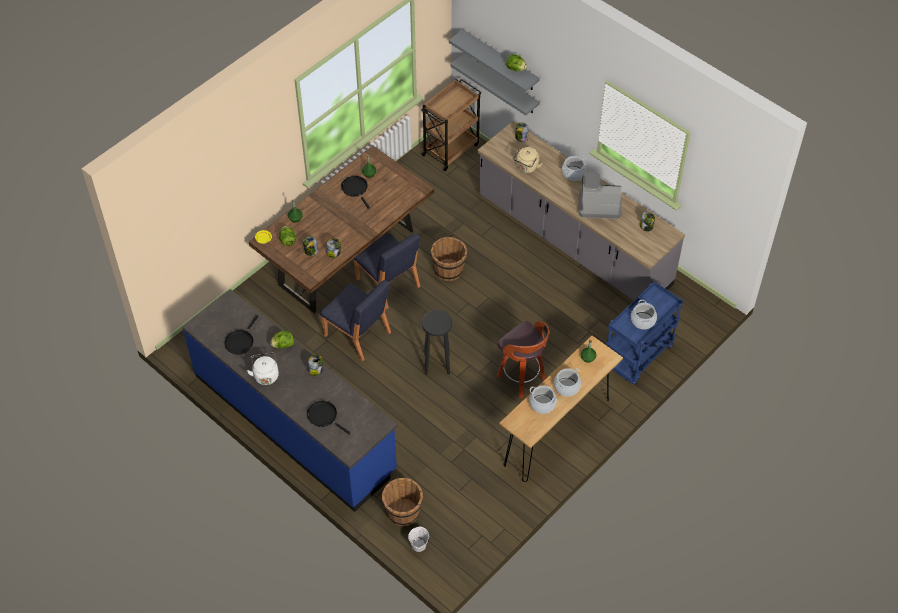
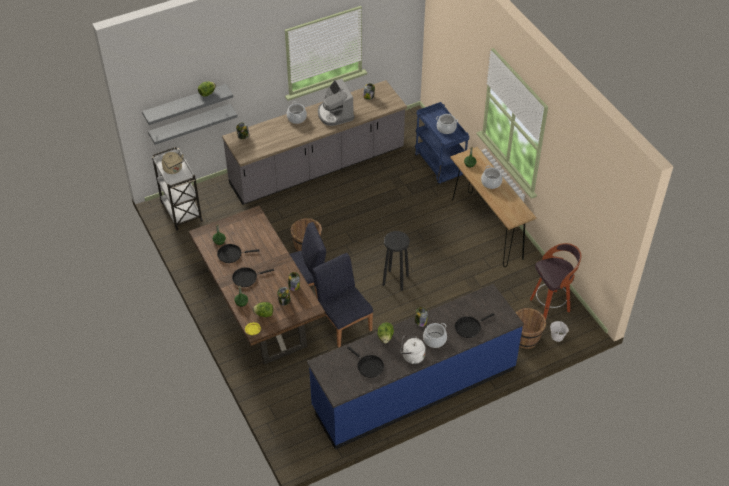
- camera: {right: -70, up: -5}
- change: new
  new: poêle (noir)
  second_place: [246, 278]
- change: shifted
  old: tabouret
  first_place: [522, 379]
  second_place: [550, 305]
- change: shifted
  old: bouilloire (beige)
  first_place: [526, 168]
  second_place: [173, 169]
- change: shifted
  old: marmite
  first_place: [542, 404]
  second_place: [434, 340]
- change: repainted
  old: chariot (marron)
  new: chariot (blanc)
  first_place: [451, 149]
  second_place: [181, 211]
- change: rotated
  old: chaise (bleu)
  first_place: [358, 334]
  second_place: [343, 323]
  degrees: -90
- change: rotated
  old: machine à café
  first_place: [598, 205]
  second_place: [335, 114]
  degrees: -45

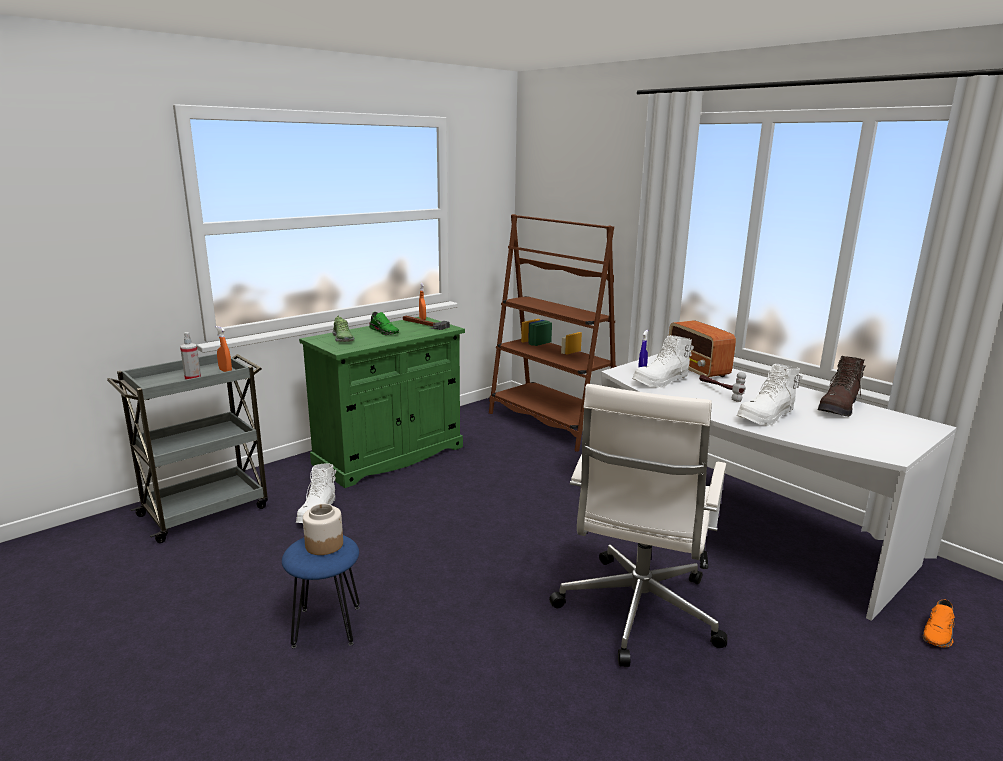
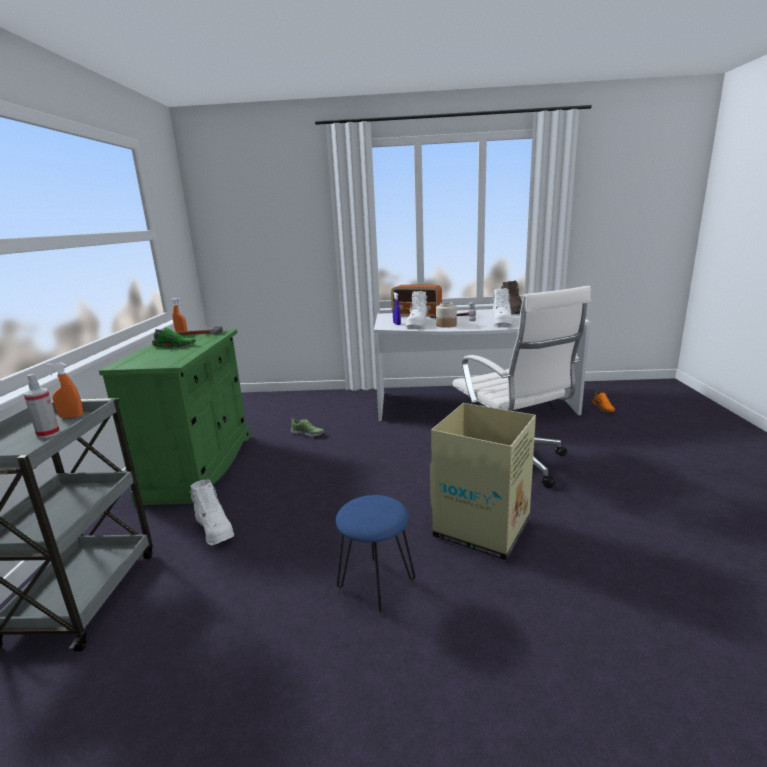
- camera: {right: -45, up: 0}
- change: gone
  old: bibliothèque (marron)
  first_place: [550, 423]
- change: new
  new: carton
  second_place: [483, 527]
- change: shifted
  old: bocal
  first_place: [324, 544]
  second_place: [446, 325]
- change: shifted
  old: chaussure
  first_place: [342, 338]
  second_place: [308, 434]

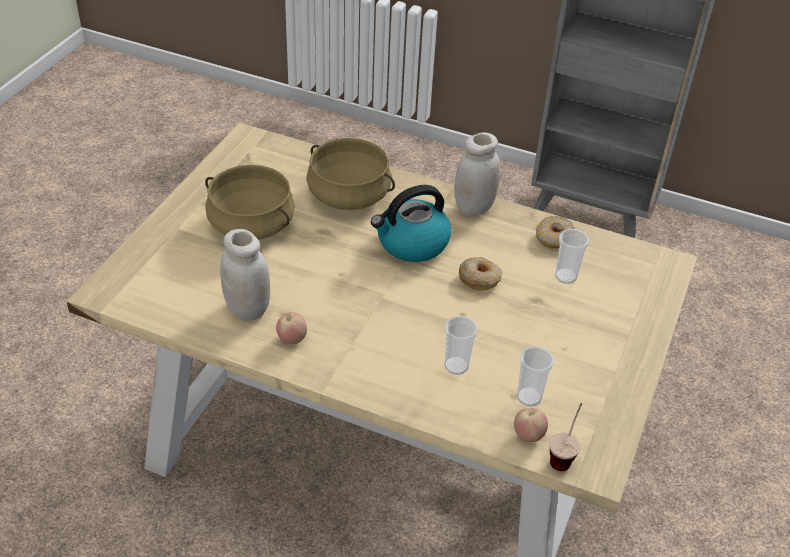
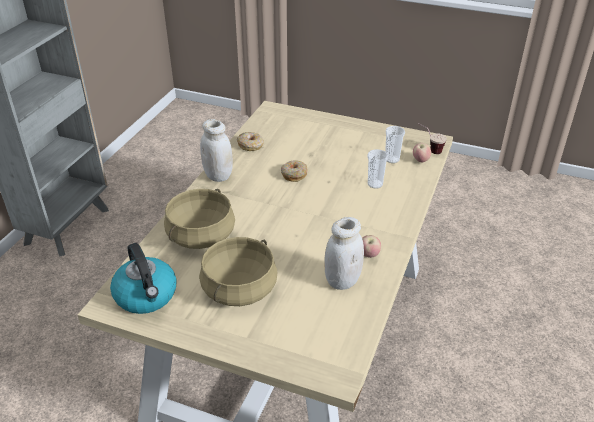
- camera: {right: -90, up: -5}
- change: gone
  old: tasse
  first_place: [566, 276]
- change: shifted
  old: bouilloire
  first_place: [412, 243]
  second_place: [146, 296]

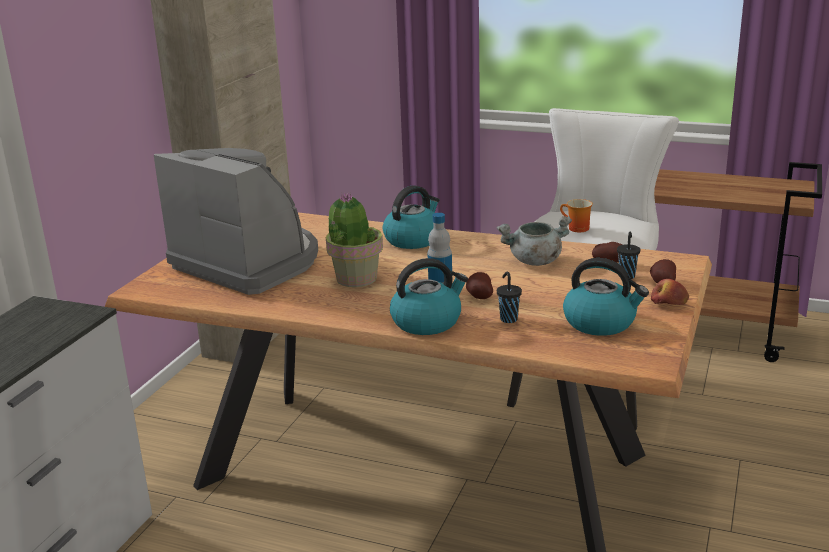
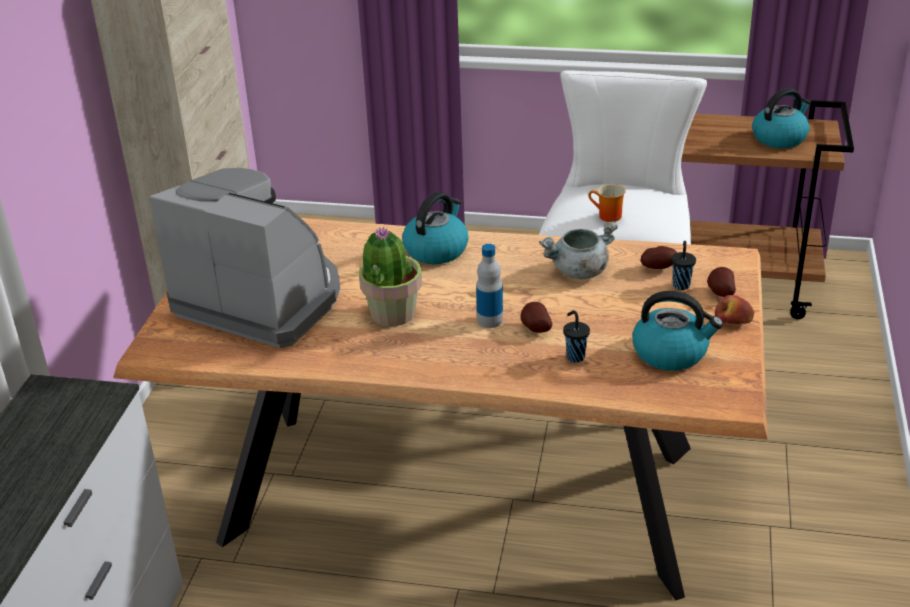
- camera: {right: -10, up: 10}
- change: shifted
  old: bouilloire
  first_place: [427, 321]
  second_place: [779, 138]

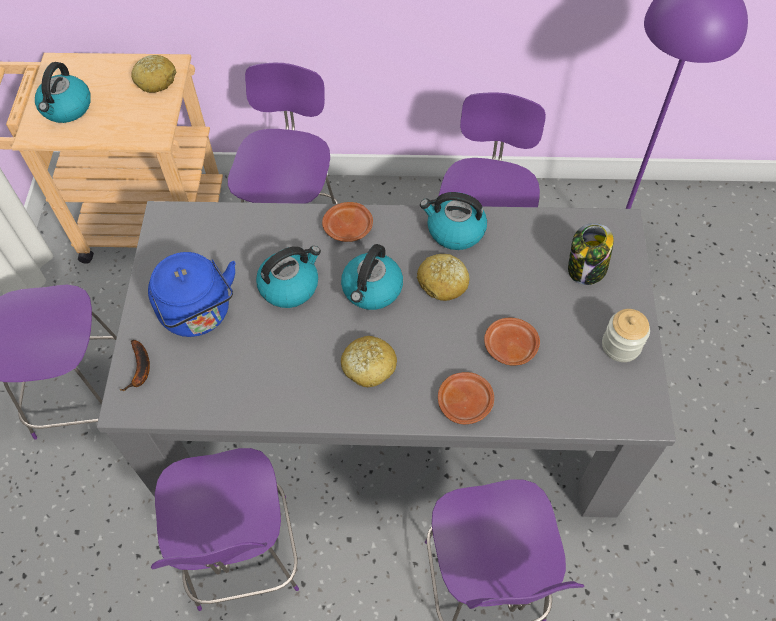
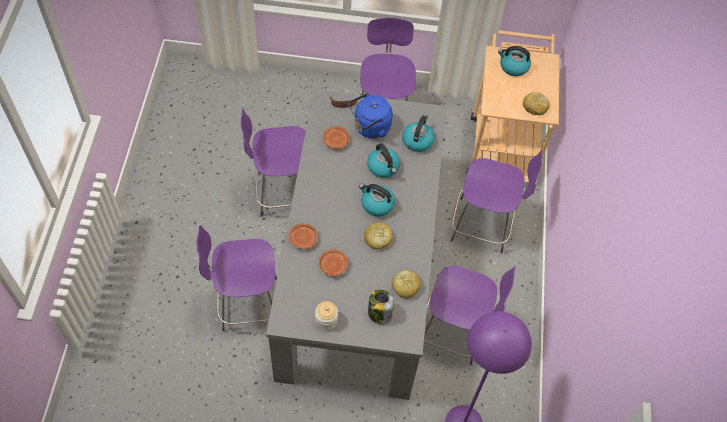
- camera: {right: 90, up: 0}
- change: shifted
  old: assiette (marron)
  first_place: [349, 227]
  second_place: [336, 141]
- change: shifted
  old: pain
  first_place: [368, 366]
  second_place: [406, 286]
- change: shifted
  old: bouilloire
  first_place: [454, 230]
  second_place: [417, 140]

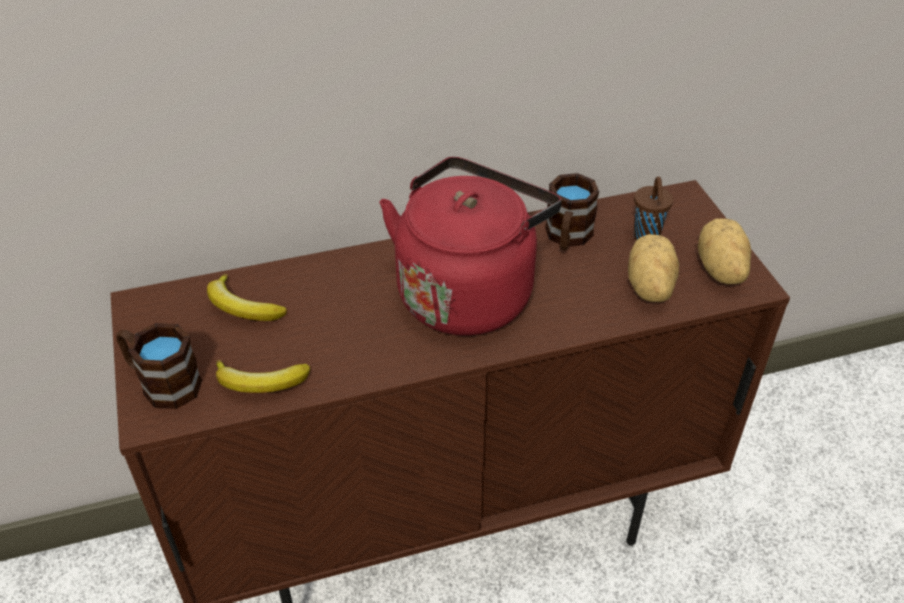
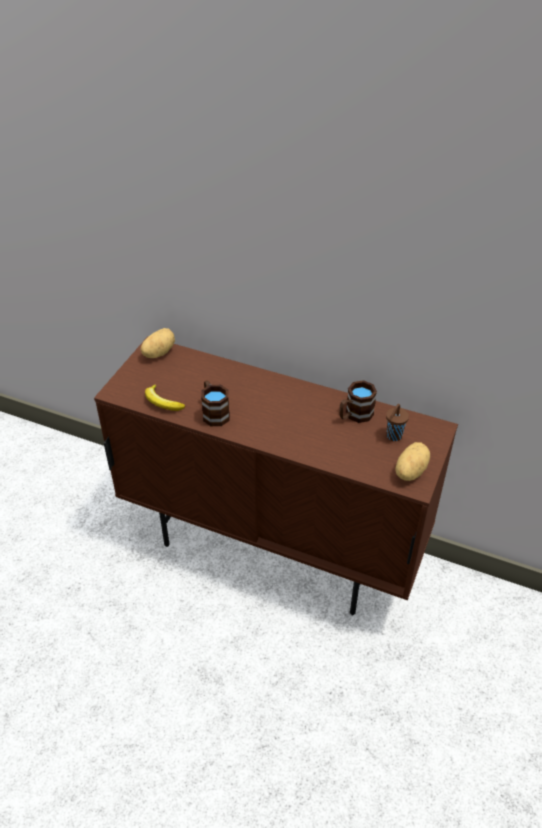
- camera: {right: 40, up: 0}
- change: gone
  old: banane
  first_place: [242, 307]
- change: gone
  old: bouilloire (rouge)
  first_place: [468, 292]
- change: shifted
  old: mug (marron)
  first_place: [162, 383]
  second_place: [214, 412]
- change: shifted
  old: pomme de terre
  first_place: [648, 287]
  second_place: [158, 352]

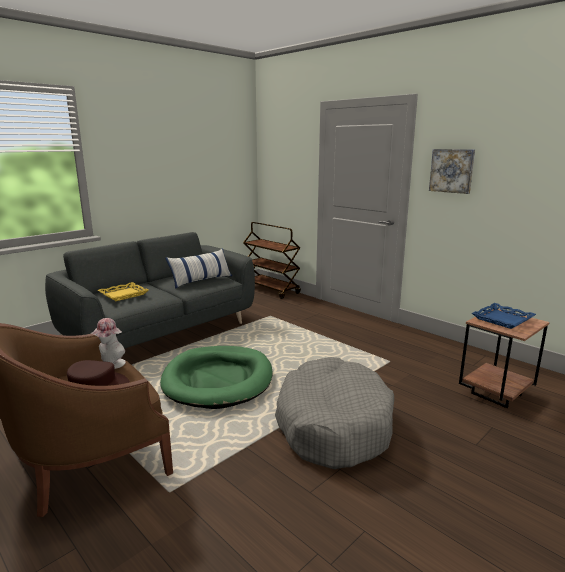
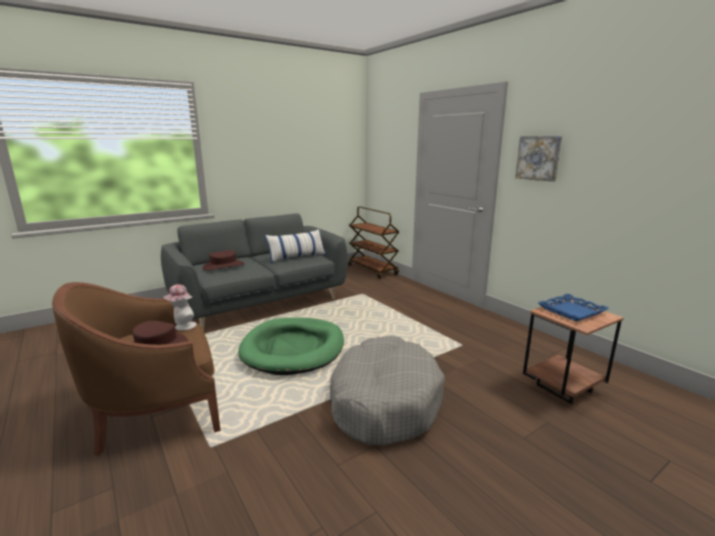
- camera: {right: 10, up: 0}
- change: swapped
  old: plateau (jaune)
  new: chapeau (marron)
  first_place: [123, 295]
  second_place: [223, 266]

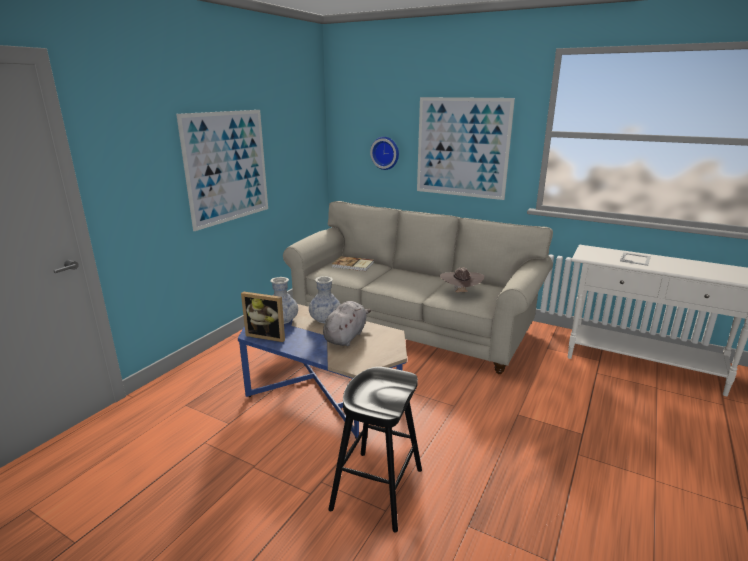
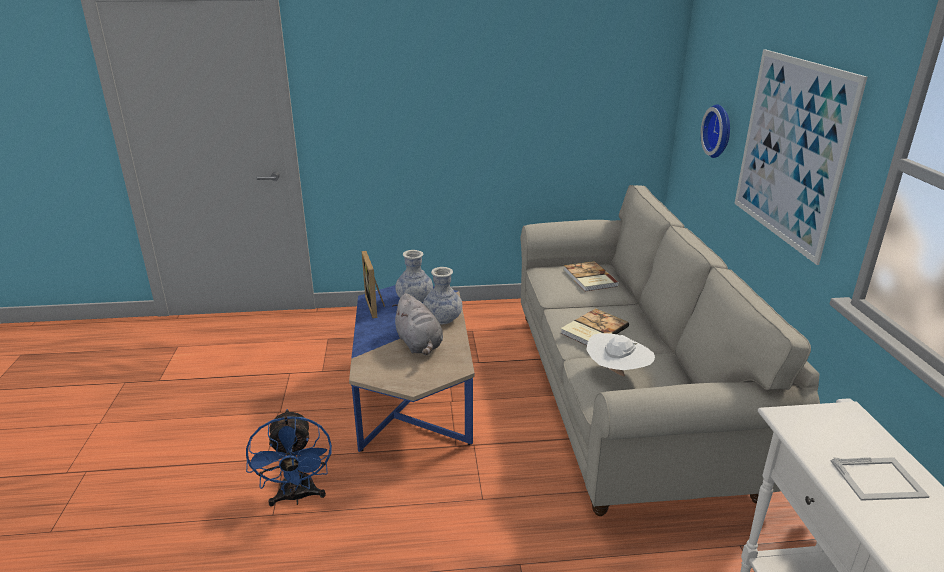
- camera: {right: 55, up: 5}
- change: gone
  old: tableau
  first_place: [227, 167]
- change: new
  new: livre
  second_place: [593, 330]
- change: swapped
  old: tabouret (noir)
  new: ventilateur (bleu)
  first_place: [377, 489]
  second_place: [297, 497]
- change: repainted
  old: chapeau (marron)
  new: chapeau (blanc)
  first_place: [460, 293]
  second_place: [617, 374]
- change: rotated
  old: peluche (gris)
  first_place: [346, 336]
  second_place: [419, 344]
  degrees: 75

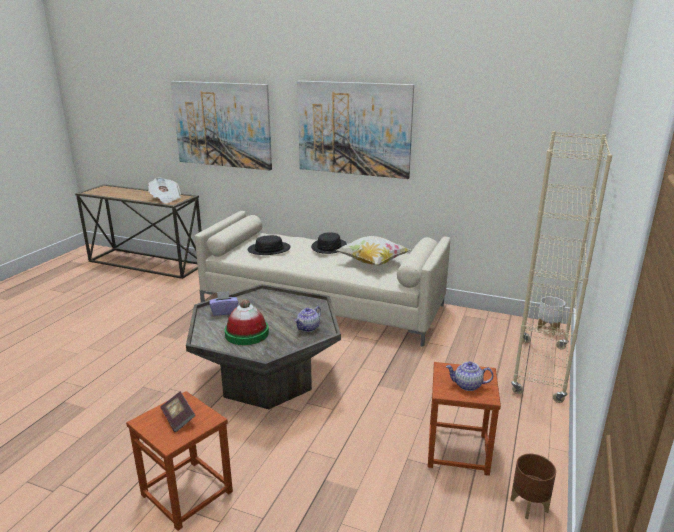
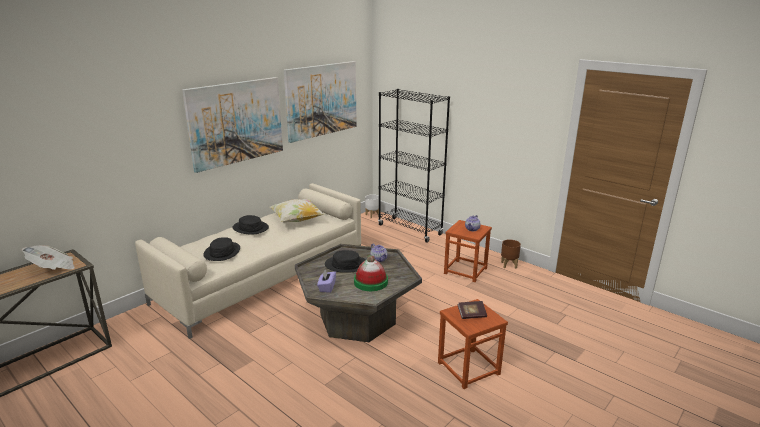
- camera: {right: -70, up: 0}
- change: new
  new: chapeau (noir)
  second_place: [346, 264]
- change: shifted
  old: tableau
  first_place: [222, 125]
  second_place: [322, 100]
- change: repainted
  old: bibliothèque (beige)
  new: bibliothèque (noir)
  first_place: [540, 370]
  second_place: [410, 230]

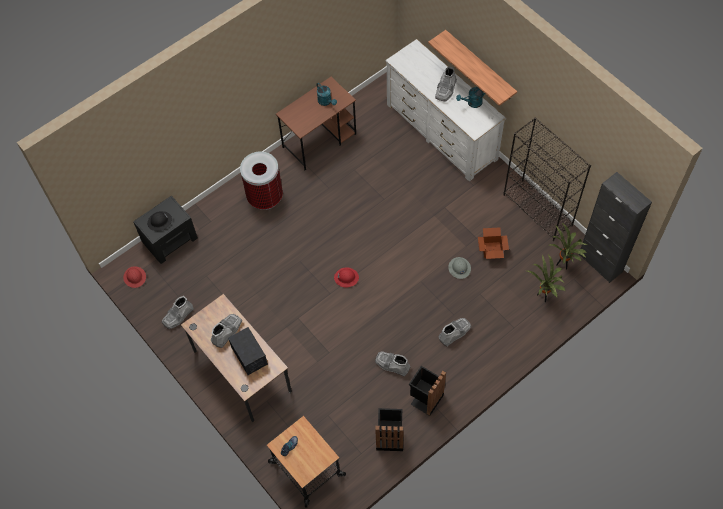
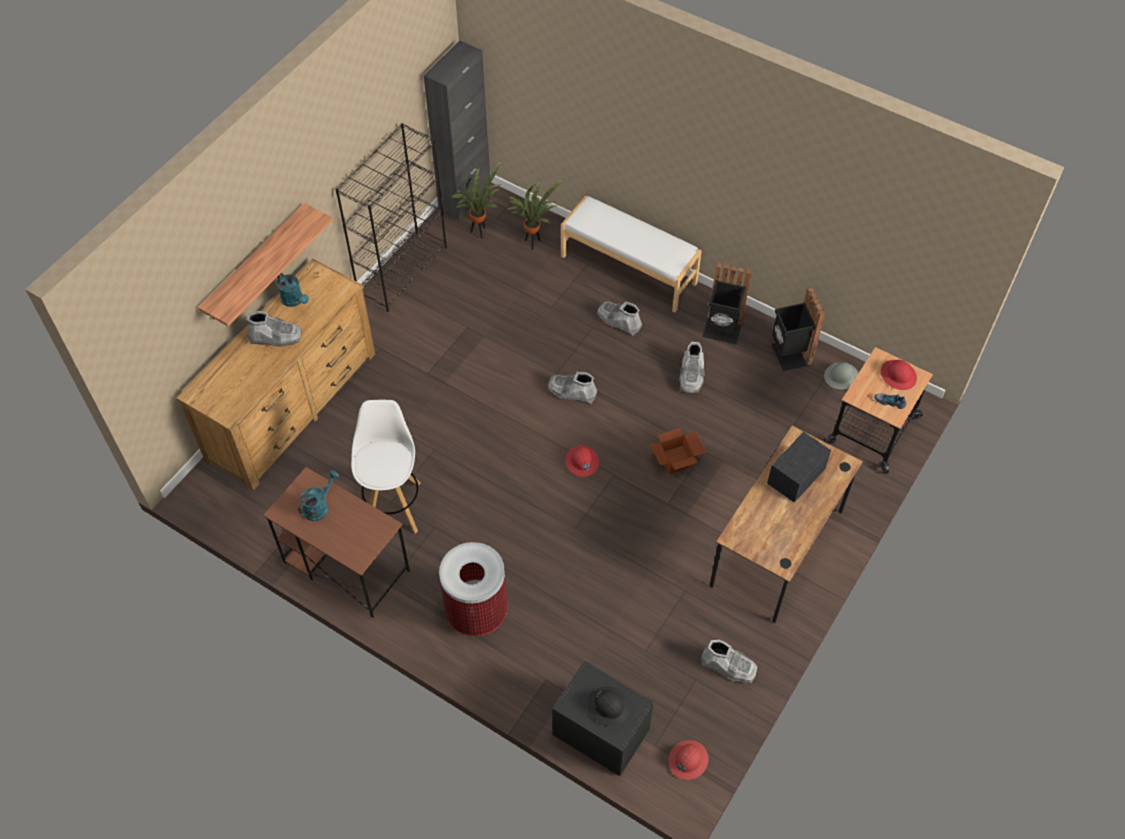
- camera: {right: -110, up: -5}
- change: new
  new: tabouret (blanc)
  second_place: [393, 505]
- change: new
  new: banc (blanc)
  second_place: [629, 269]
- change: new
  new: casque de chantier (rouge)
  second_place: [898, 375]
- change: shifted
  old: botte (gris)
  first_place: [226, 331]
  second_place: [572, 392]
- change: shifted
  old: casque de chantier (gris)
  first_place: [459, 268]
  second_place: [841, 376]
- change: shifted
  old: carton
  first_place: [491, 250]
  second_place: [677, 460]
- change: repainted
  old: commode (blanc)
  new: commode (marron)
  first_place: [441, 132]
  second_place: [292, 406]

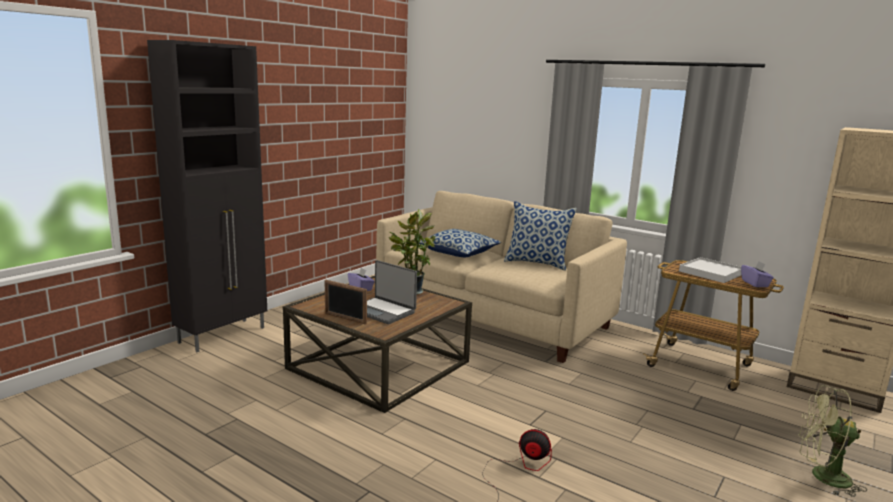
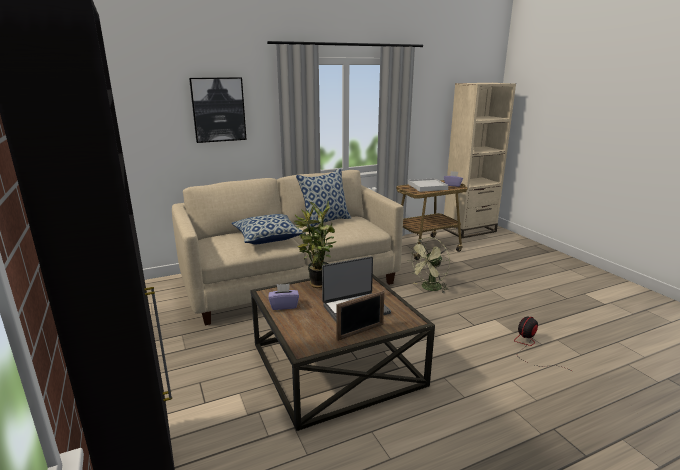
- camera: {right: -60, up: 5}
- change: new
  new: tableau
  second_place: [218, 109]
- change: shifted
  old: ventilateur (vert)
  first_place: [822, 477]
  second_place: [429, 288]

